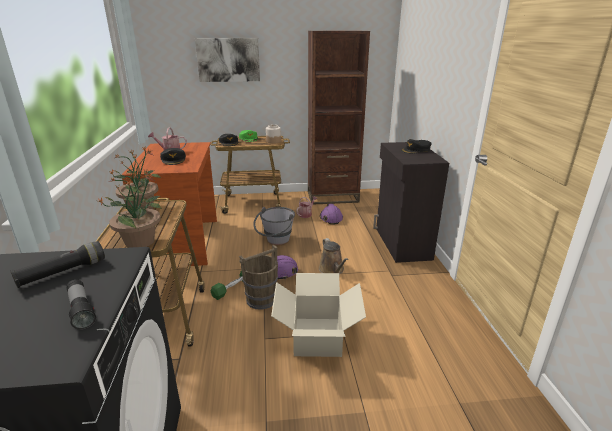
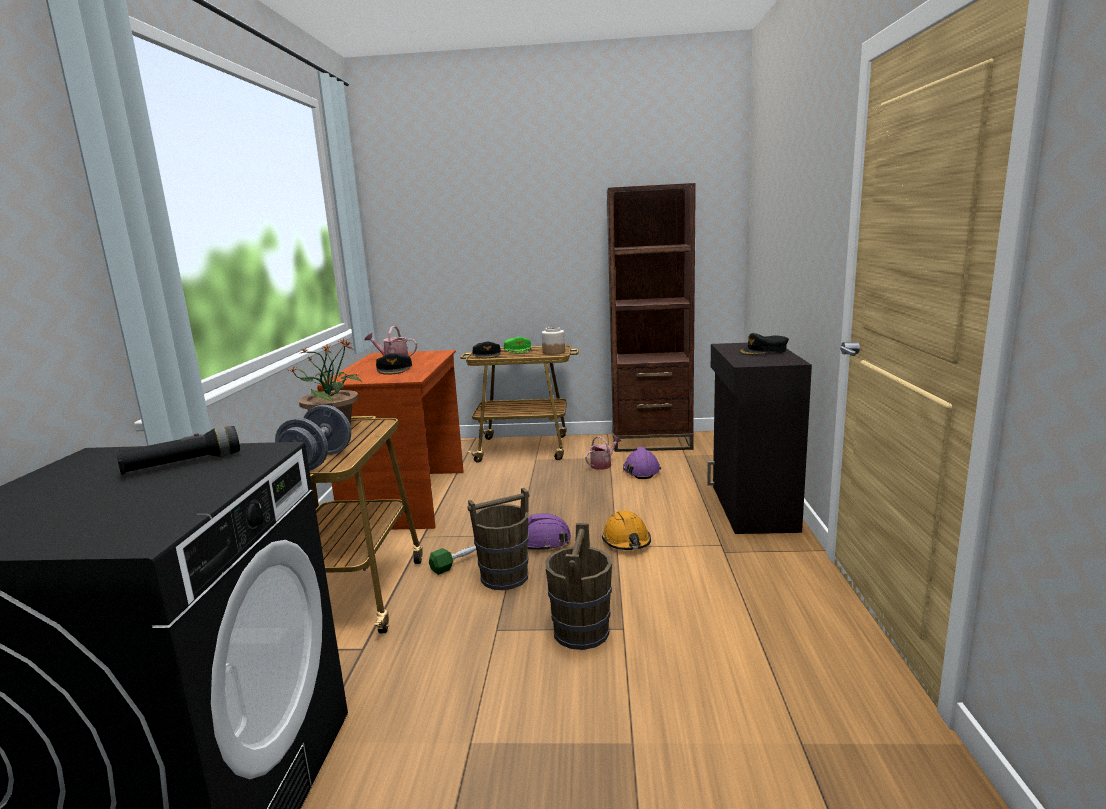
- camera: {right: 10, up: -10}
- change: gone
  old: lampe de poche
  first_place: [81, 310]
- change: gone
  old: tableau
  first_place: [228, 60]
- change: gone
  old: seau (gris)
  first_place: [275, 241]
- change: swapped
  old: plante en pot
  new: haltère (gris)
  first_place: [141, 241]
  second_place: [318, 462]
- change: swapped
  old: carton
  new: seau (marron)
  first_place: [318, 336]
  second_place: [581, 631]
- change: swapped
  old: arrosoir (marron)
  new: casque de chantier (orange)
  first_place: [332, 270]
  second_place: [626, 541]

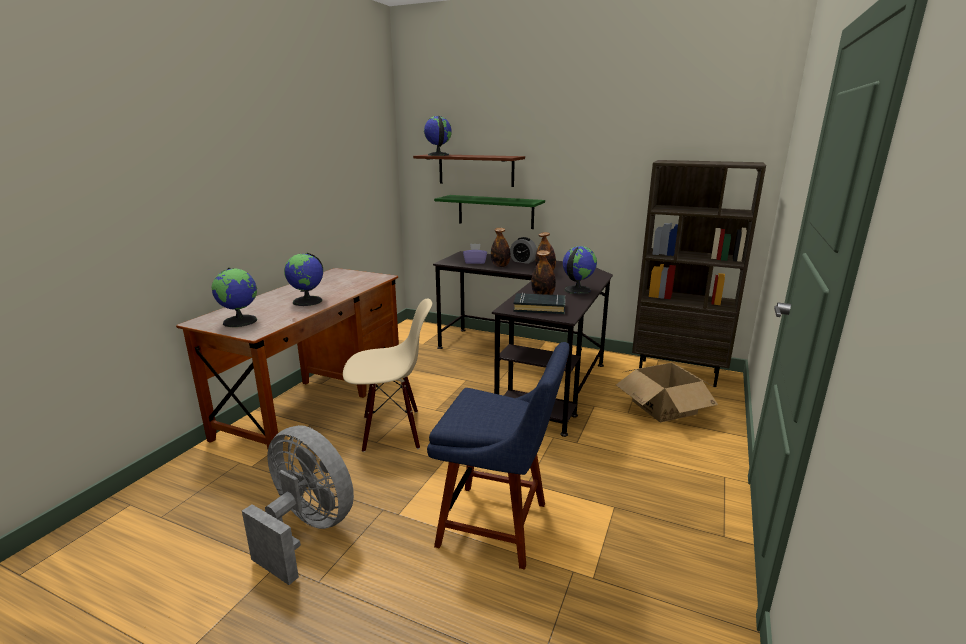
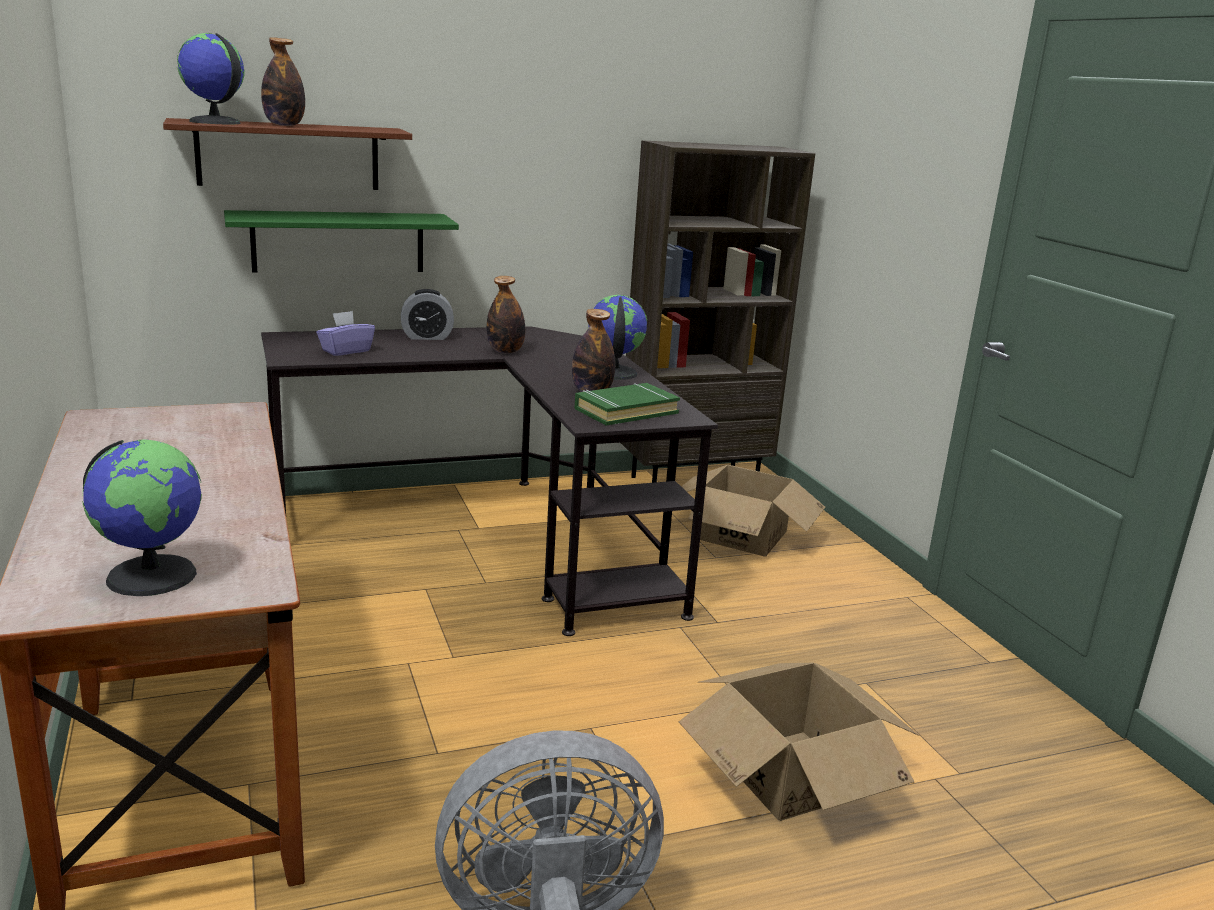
- camera: {right: -45, up: 0}
- change: gone
  old: globe
  first_place: [308, 301]
- change: gone
  old: chaise (beige)
  first_place: [392, 431]
- change: shifted
  old: bouteille
  first_place: [500, 266]
  second_place: [284, 125]
- change: swapped
  old: chaise (bleu)
  new: carton
  first_place: [499, 525]
  second_place: [792, 774]
- change: repainted
  old: livre (noir)
  new: livre (vert)
  first_place: [539, 307]
  second_place: [625, 411]

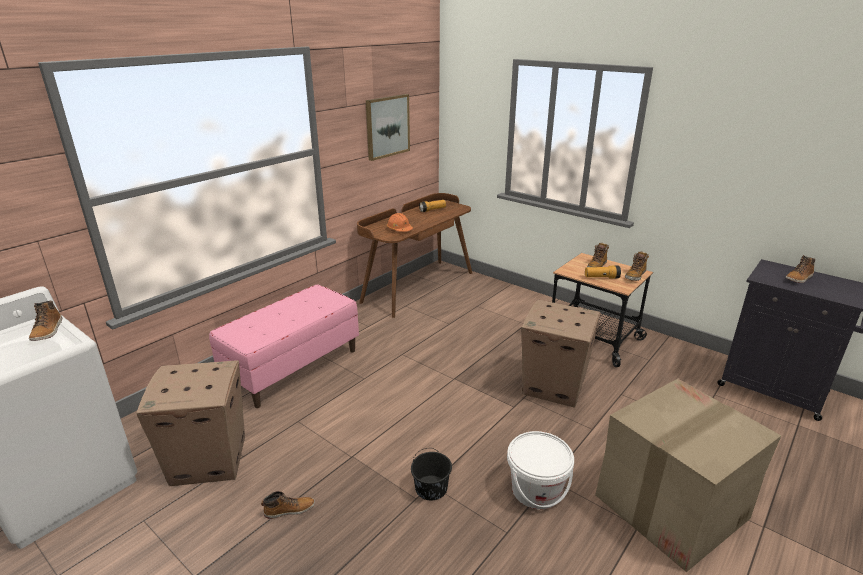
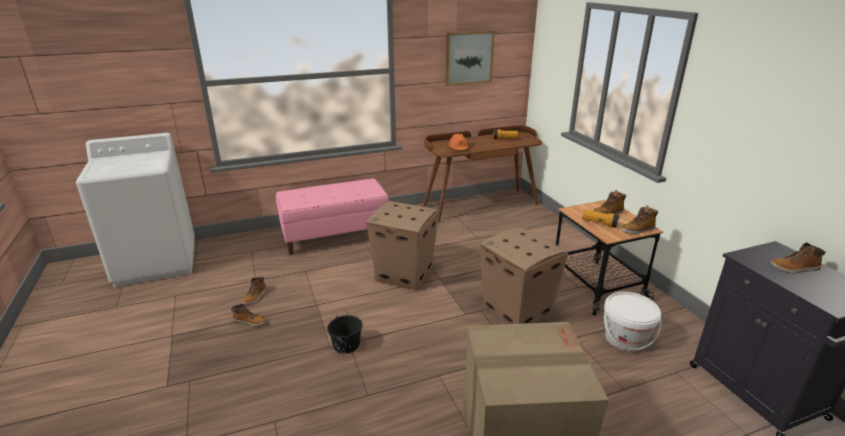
- camera: {right: 30, up: 0}
- change: shifted
  old: botte
  first_place: [48, 331]
  second_place: [255, 297]
- change: shifted
  old: carton
  first_place: [210, 459]
  second_place: [405, 274]
- change: shifted
  old: seau (blanc)
  first_place: [536, 490]
  second_place: [625, 338]

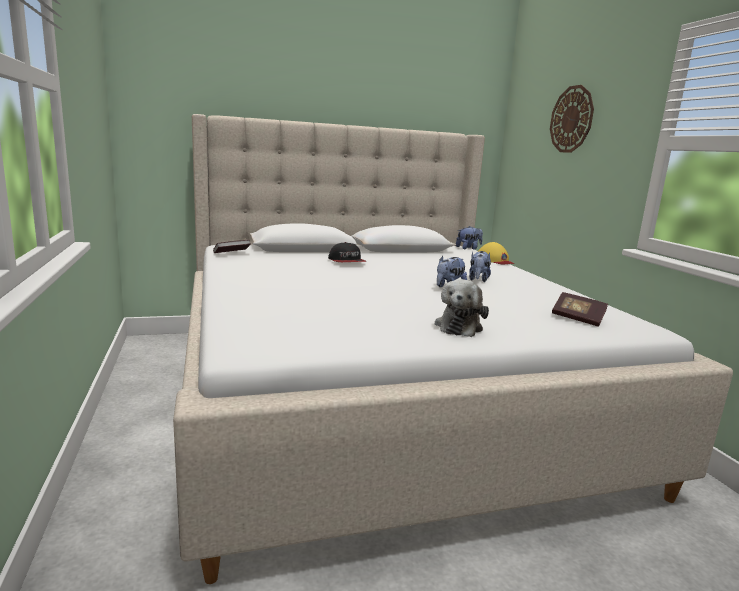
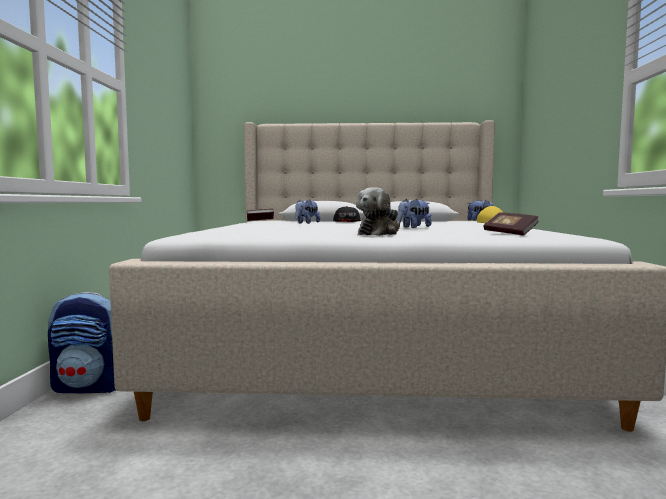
- camera: {right: 20, up: -10}
- change: gone
  old: horloge murale
  first_place: [571, 119]
- change: new
  new: sac à dos
  second_place: [91, 387]
- change: shifted
  old: peluche
  first_place: [478, 280]
  second_place: [306, 223]

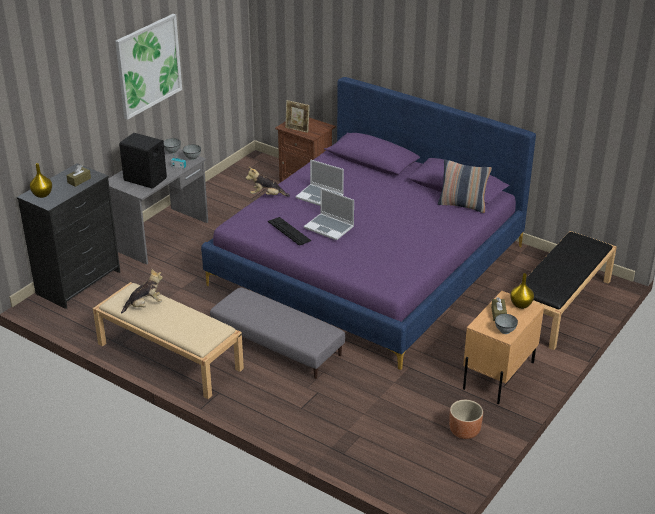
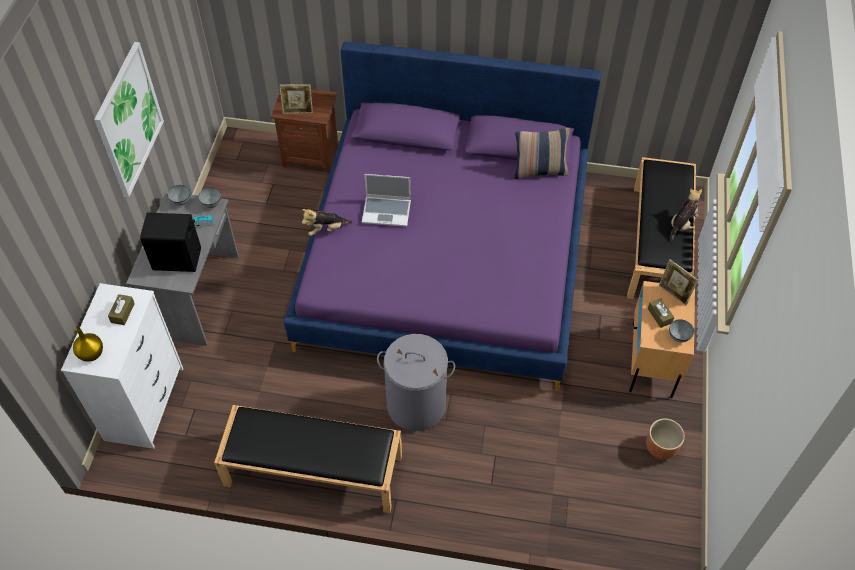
- camera: {right: -25, up: 20}
- change: gone
  old: clavier
  first_place: [289, 231]
- change: gone
  old: ordinateur portable
  first_place: [330, 227]
- change: shifted
  old: peluche
  first_place: [145, 305]
  second_place: [682, 224]
- change: swapped
  old: pouf (gris)
  new: panier à linge (gris)
  first_place: [277, 343]
  second_place: [416, 405]
- change: swapped
  old: vase (jaune)
  new: cadre photo
  first_place: [521, 305]
  second_place: [673, 294]
- change: repainted
  old: commode (noir)
  new: commode (blanc)
  first_place: [79, 283]
  second_place: [145, 404]
- change: repainted
  old: banc (beige)
  new: banc (noir)
  first_place: [168, 356]
  second_place: [312, 470]

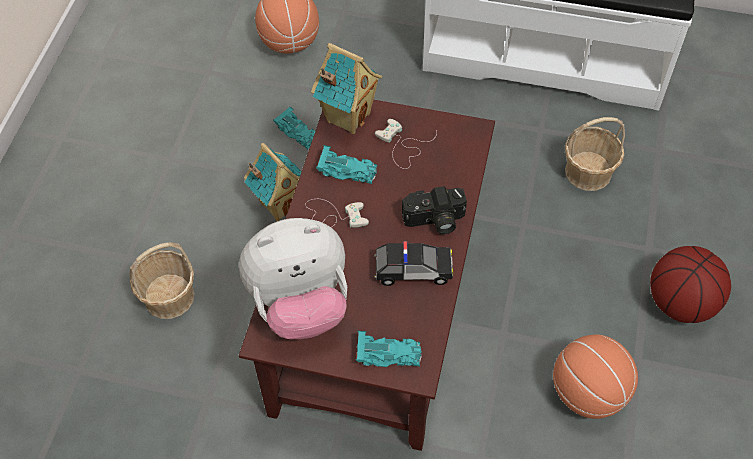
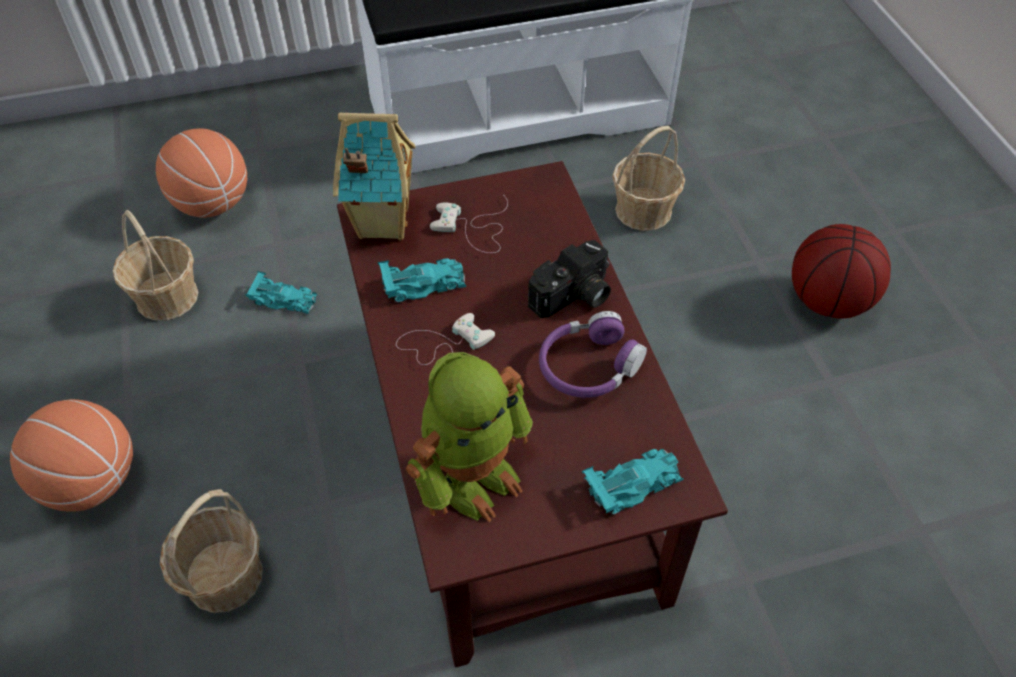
- camera: {right: -30, up: -5}
- change: gone
  old: maison miniature
  first_place: [280, 204]
- change: new
  new: panier
  second_place: [167, 296]
- change: shifted
  old: ballon de basket
  first_place: [588, 392]
  second_place: [91, 481]
- change: swapped
  old: peluche
  new: robot jouet
  first_place: [300, 304]
  second_place: [472, 475]
- change: swapped
  old: petite voiture
  new: casque audio (violet)
  first_place: [413, 270]
  second_place: [588, 366]

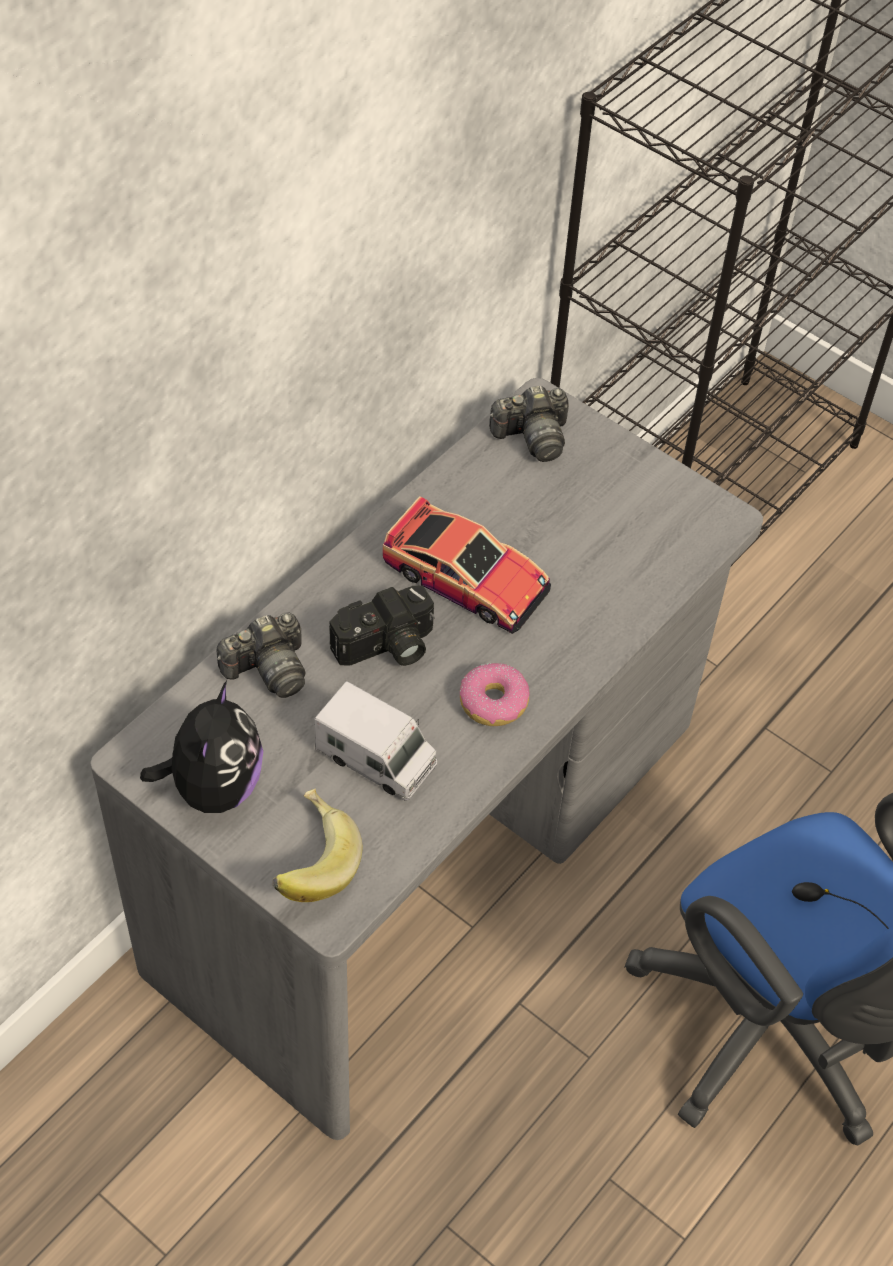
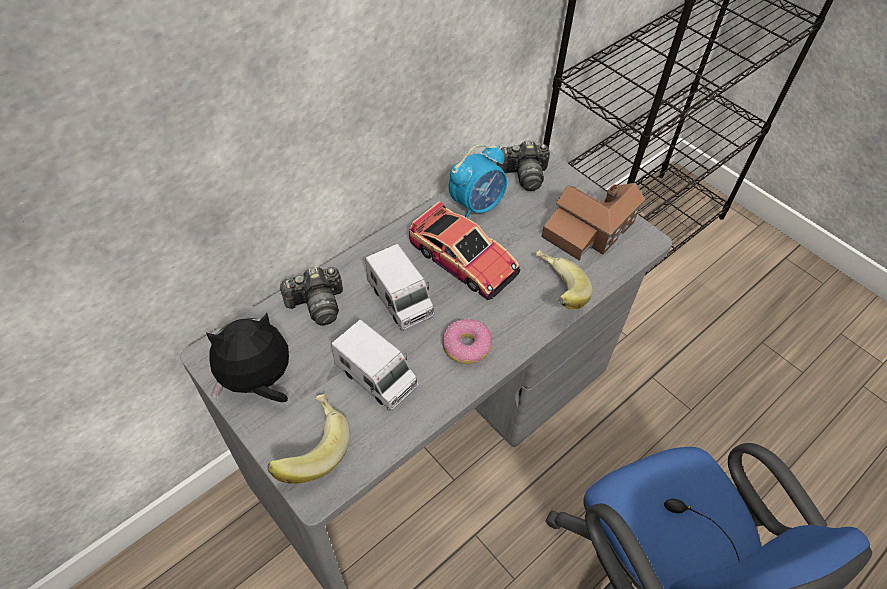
- camera: {right: 10, up: 0}
- change: new
  new: réveil
  second_place: [477, 205]
- change: new
  new: banane
  second_place: [554, 292]
- change: new
  new: maison miniature
  second_place: [589, 230]
- change: swapped
  old: appareil photo
  new: camion jouet
  first_place: [386, 648]
  second_place: [400, 299]
- change: rotated
  old: peluche
  first_place: [213, 786]
  second_place: [258, 382]
  degrees: -135

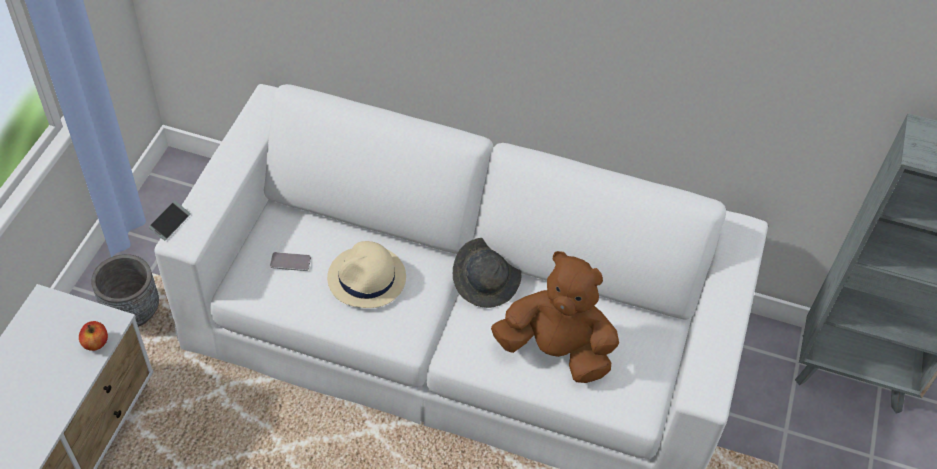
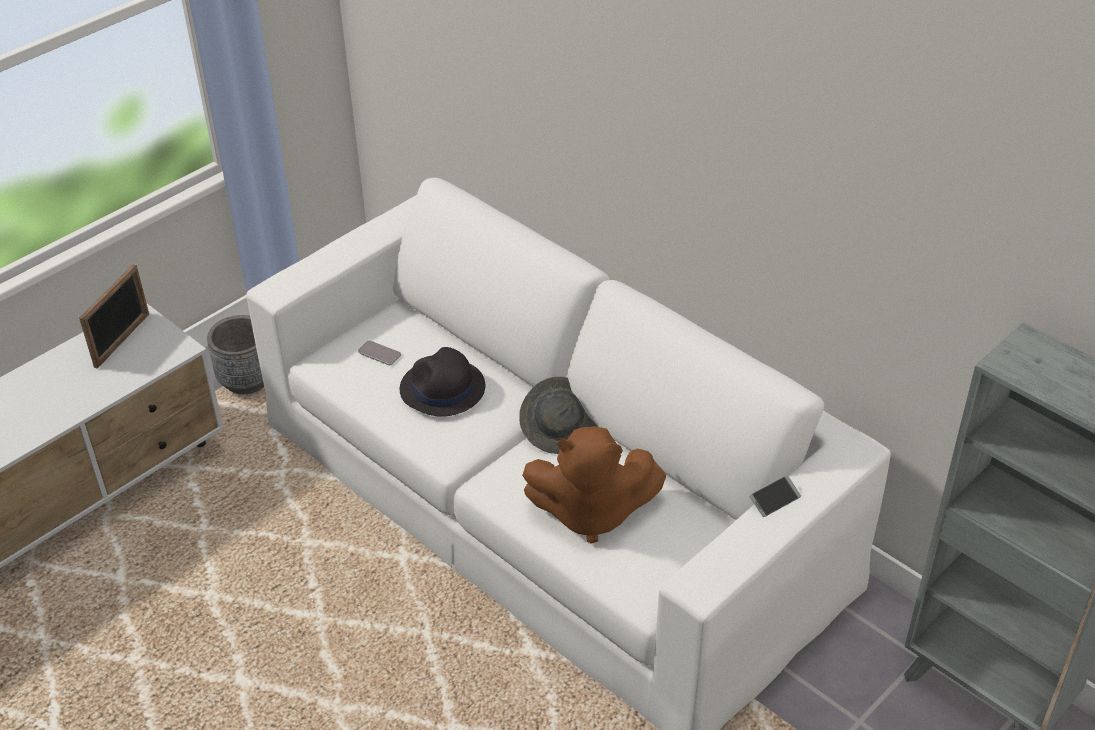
- camera: {right: 30, up: -10}
- change: gone
  old: pomme
  first_place: [96, 342]
- change: new
  new: cadre photo
  second_place: [122, 340]
- change: shifted
  old: téléphone
  first_place: [170, 223]
  second_place: [774, 500]
- change: repainted
  old: chapeau (beige)
  new: chapeau (noir)
  first_place: [367, 278]
  second_place: [442, 389]
- change: rotated
  old: peluche (marron)
  first_place: [555, 350]
  second_place: [590, 513]
  degrees: 135

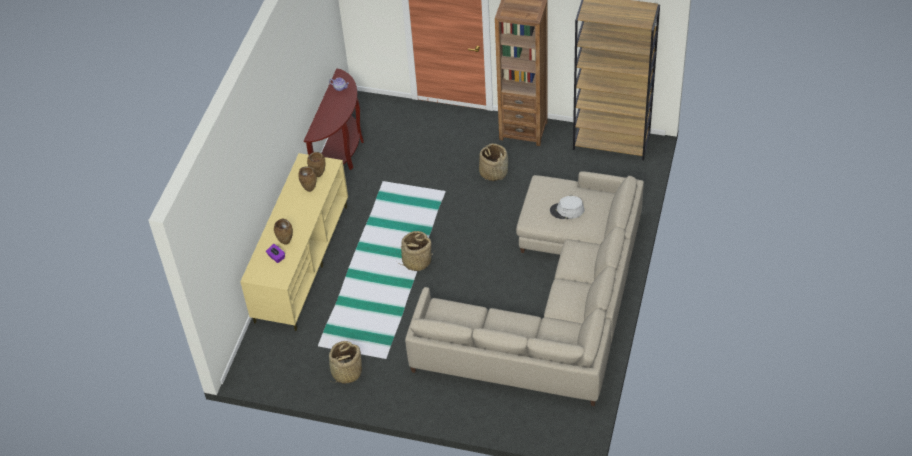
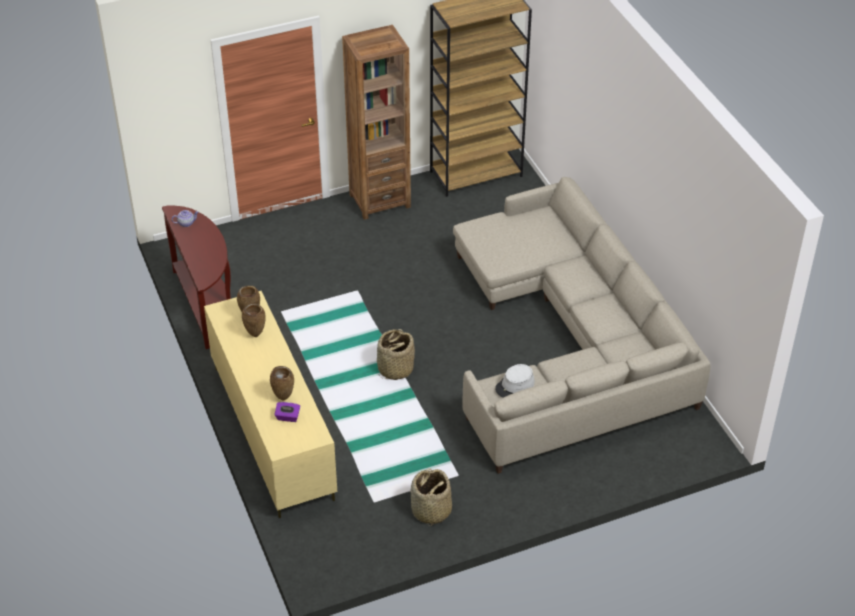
- camera: {right: -40, up: -5}
- change: gone
  old: panier
  first_place: [493, 172]
- change: shifted
  old: chapeau (gris)
  first_place: [567, 210]
  second_place: [515, 386]

